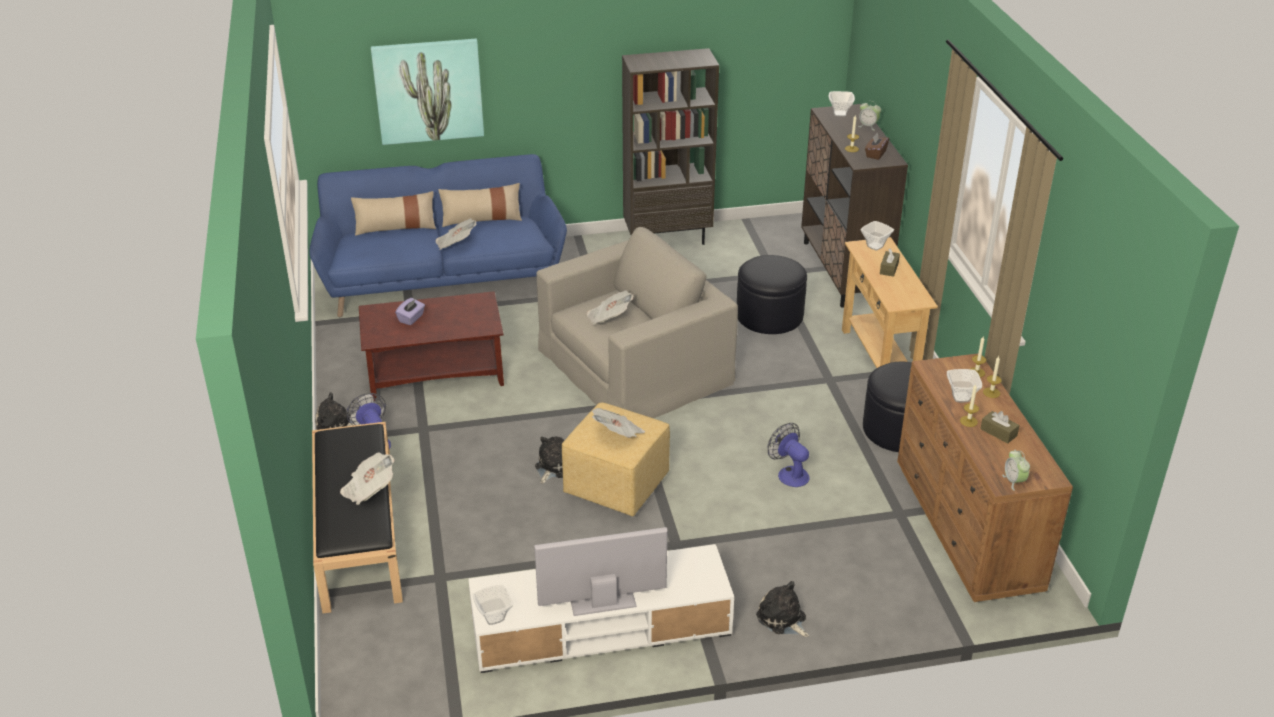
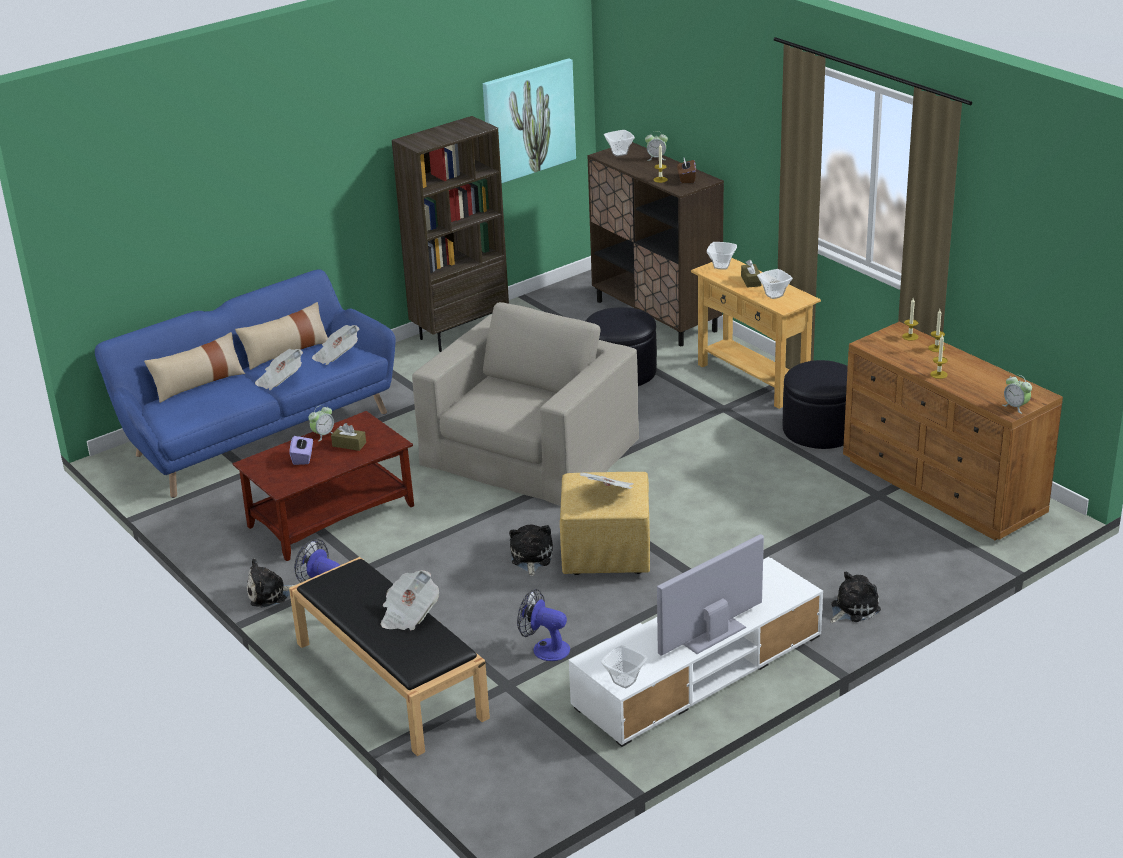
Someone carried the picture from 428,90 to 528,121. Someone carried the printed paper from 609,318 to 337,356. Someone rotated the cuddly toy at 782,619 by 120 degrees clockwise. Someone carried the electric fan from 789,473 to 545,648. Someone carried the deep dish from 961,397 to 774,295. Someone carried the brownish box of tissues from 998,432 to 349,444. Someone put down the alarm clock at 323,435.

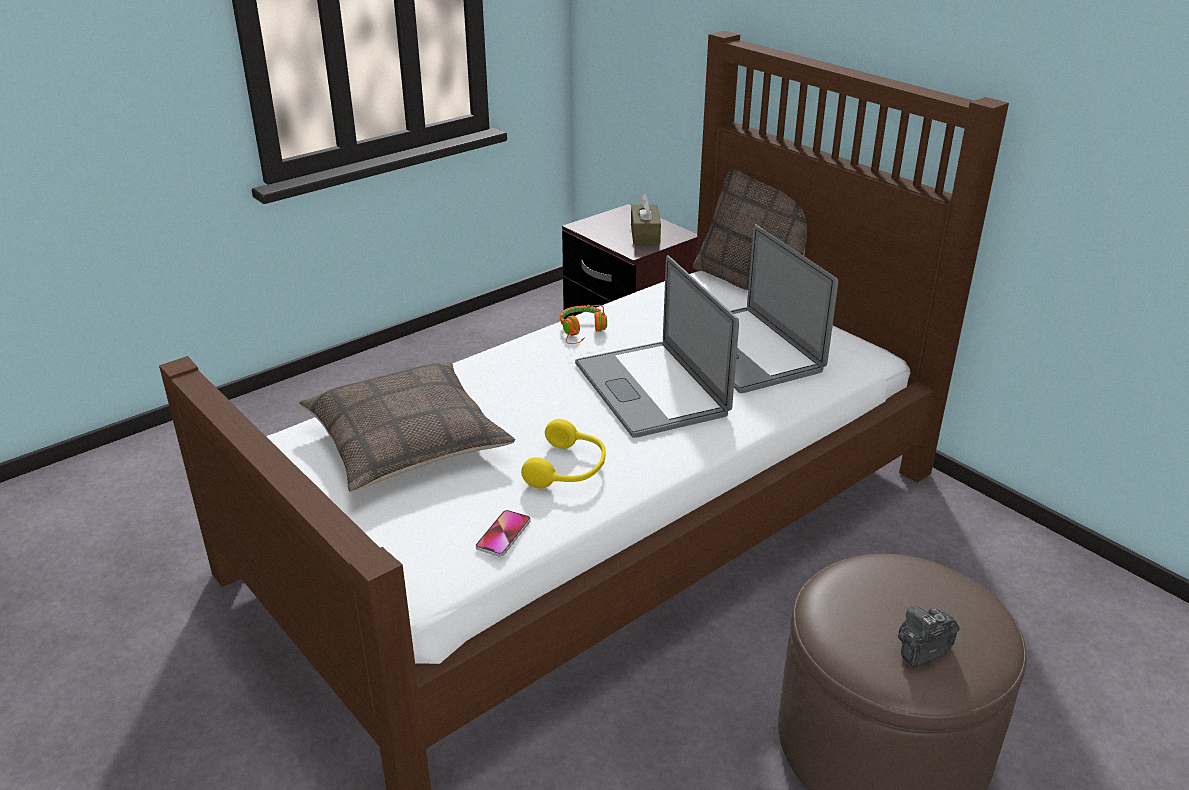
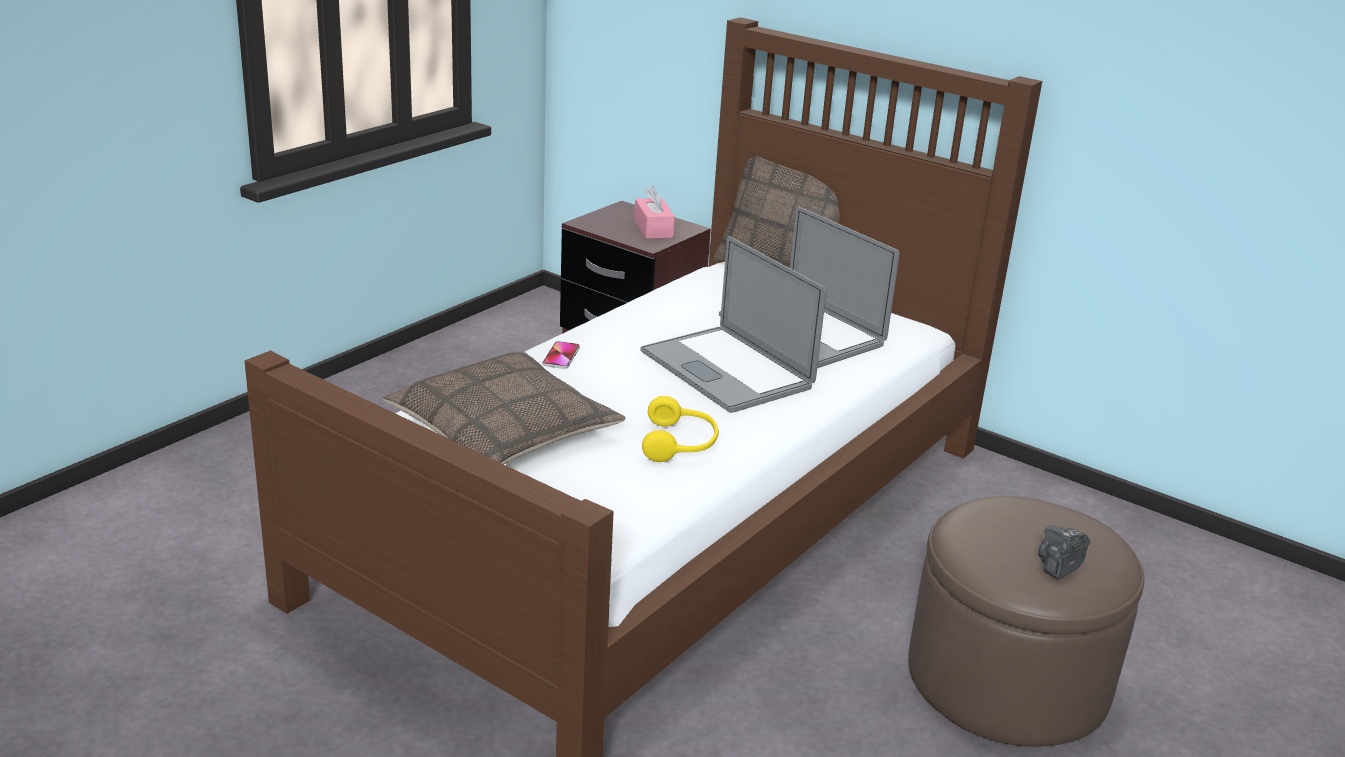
Someone carried the phone from 503,534 to 561,356. Someone took away the orange headset at 582,332. Someone repainted the brownish box of tissues at 645,234, which became the pink-coloured box of tissues at 653,228.

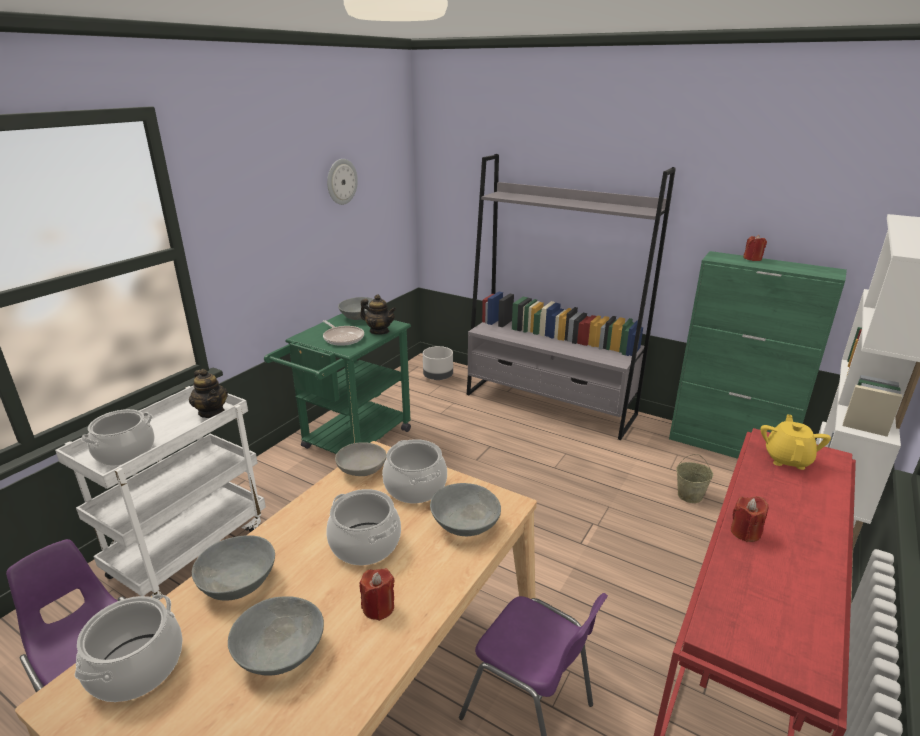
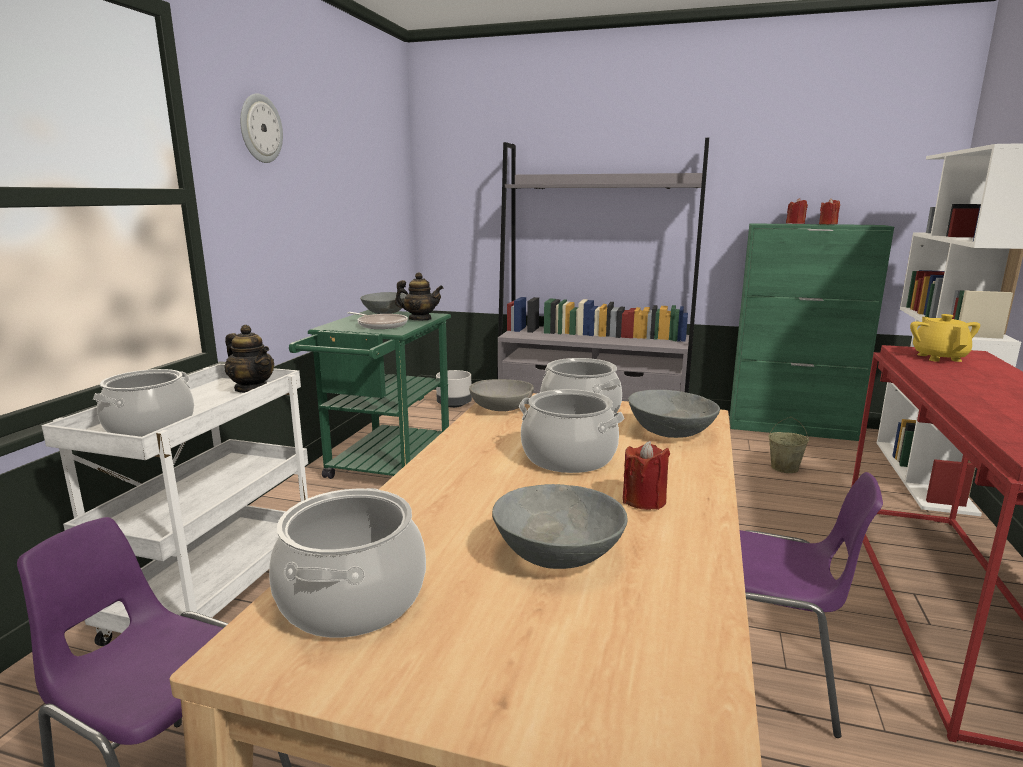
Someone took away the greyish deep dish at 239,583. Someone carried the hanging clock from 341,181 to 260,128. Someone carried the red wax light from 745,532 to 828,224.

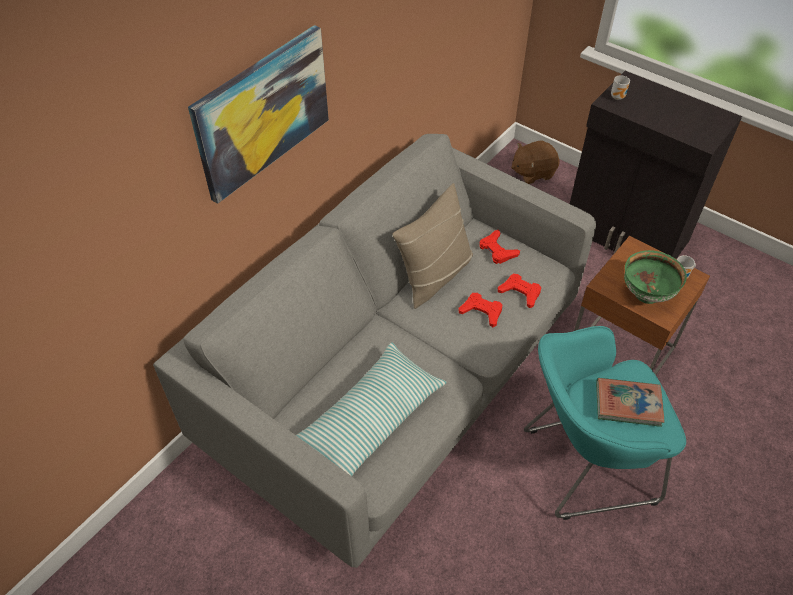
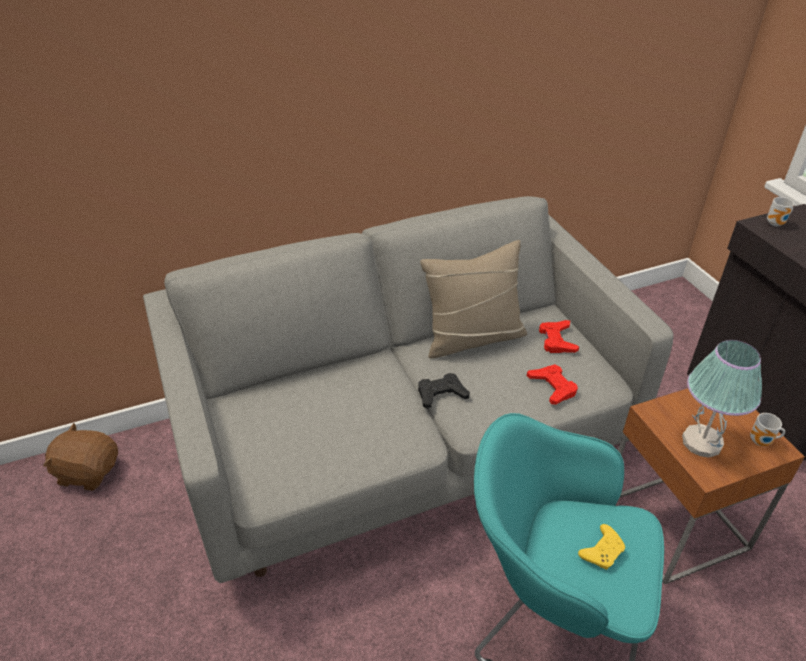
Someone took away the picture at 262,112. Someone took away the throw pillow at 368,421. Someone took away the red joypad at 481,312. Someone carried the brownish cuddly toy from 533,172 to 88,471. Someone swapped the volume at 628,404 for the yellow joypad at 602,551. Someone swapped the green deep dish at 646,294 for the lamp for a table at 701,442. Someone put down the blackish joypad at 441,394.

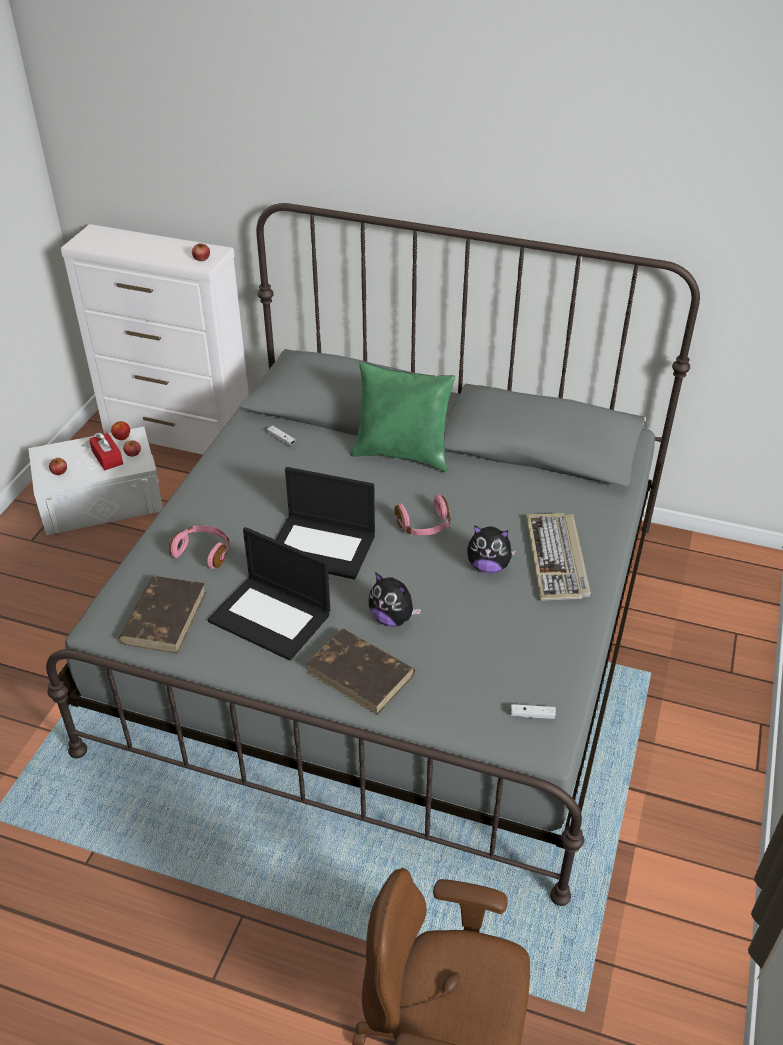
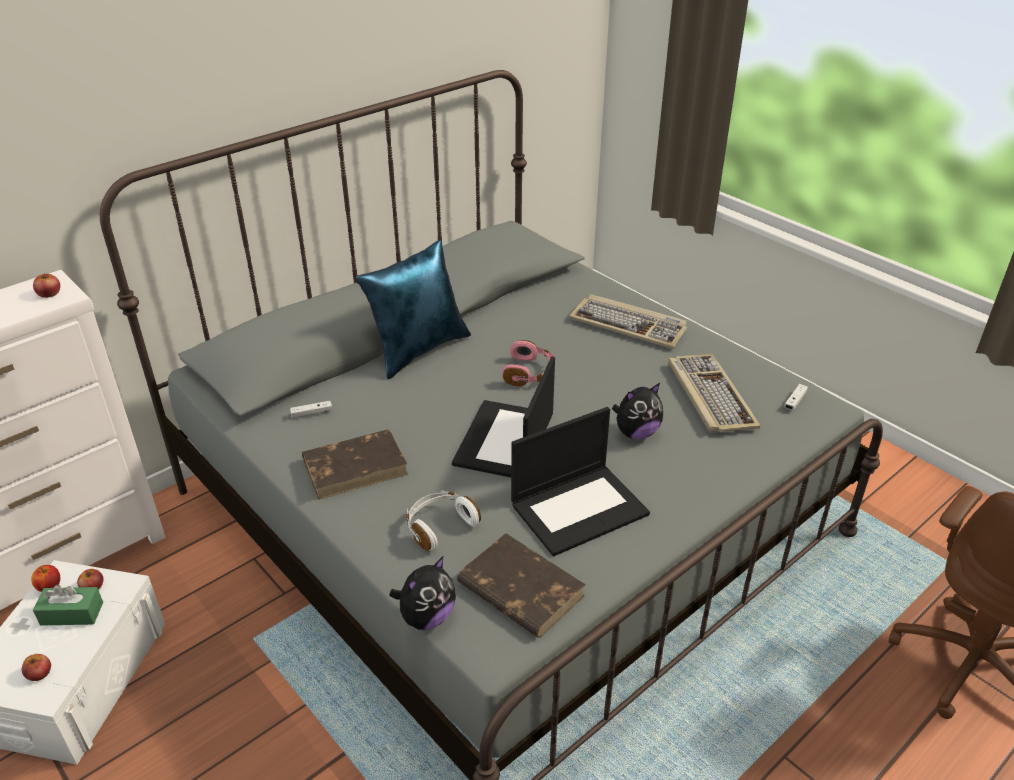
Someone repainted the red box of tissues at 107,457, which became the green box of tissues at 72,613. Someone repainted the pink-coloured headset at 203,552, which became the white headset at 440,526. Someone rotated the notebook computer at 323,546 by 150 degrees clockwise. Someone carried the brownish volume from 361,674 to 356,466. Someone repainted the green throw pillow at 403,454, which became the blue throw pillow at 418,350. Someone carried the cuddly toy from 488,566 to 426,617. Someone put down the PC keyboard at 709,395.

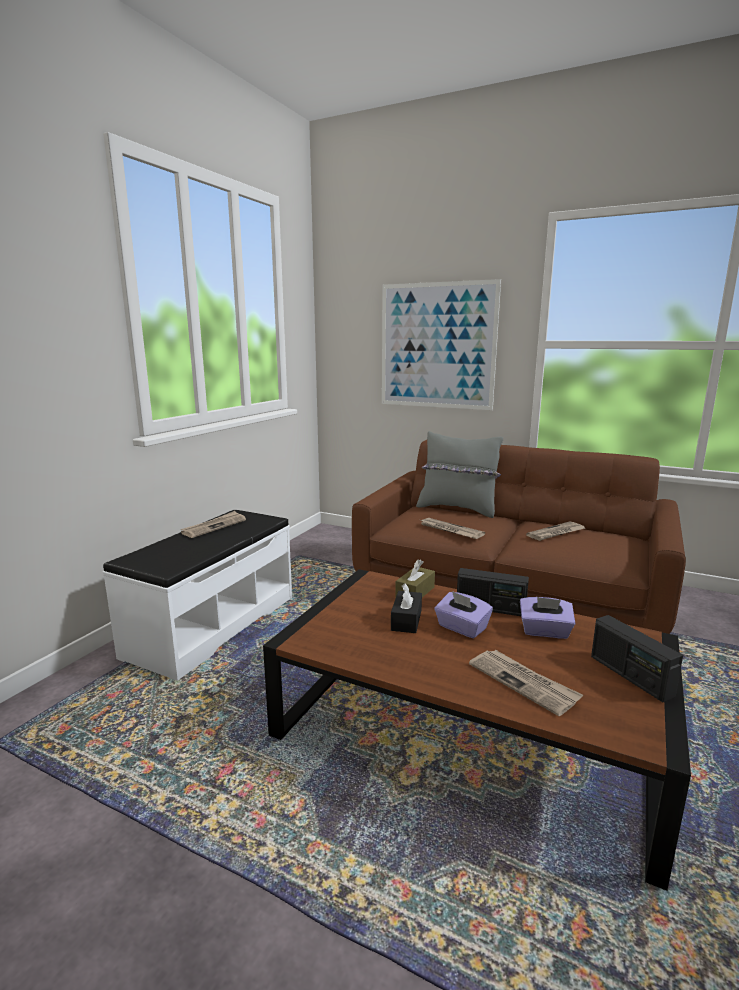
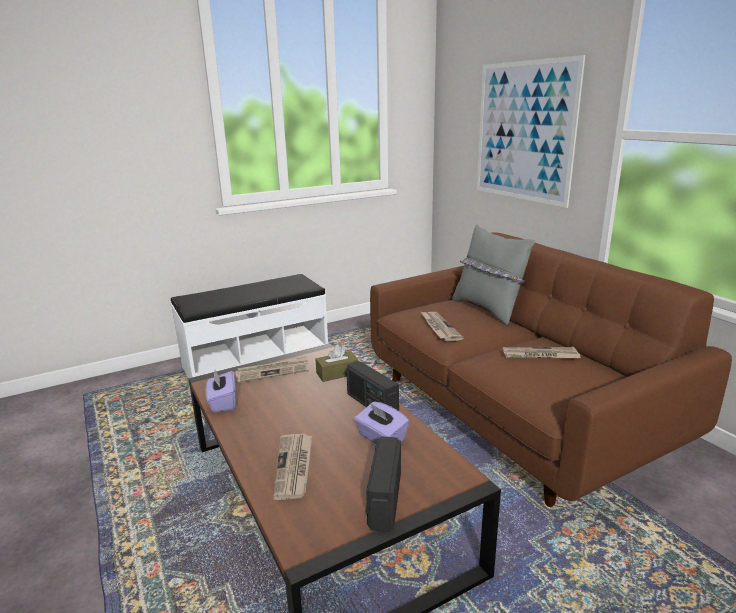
Someone carried the printed paper from 214,526 to 273,371. Someone took away the blackish box of tissues at 406,620. Someone carried the purple box of tissues from 461,628 to 223,402.

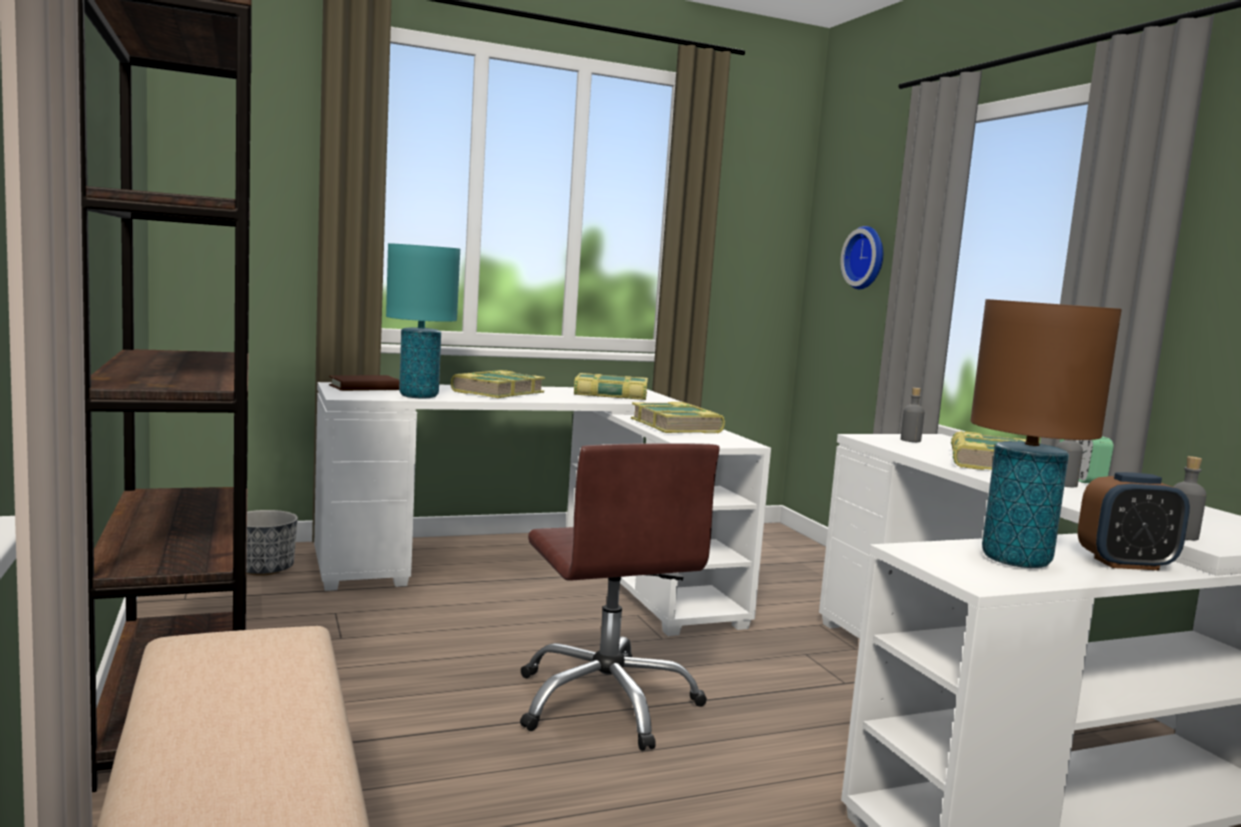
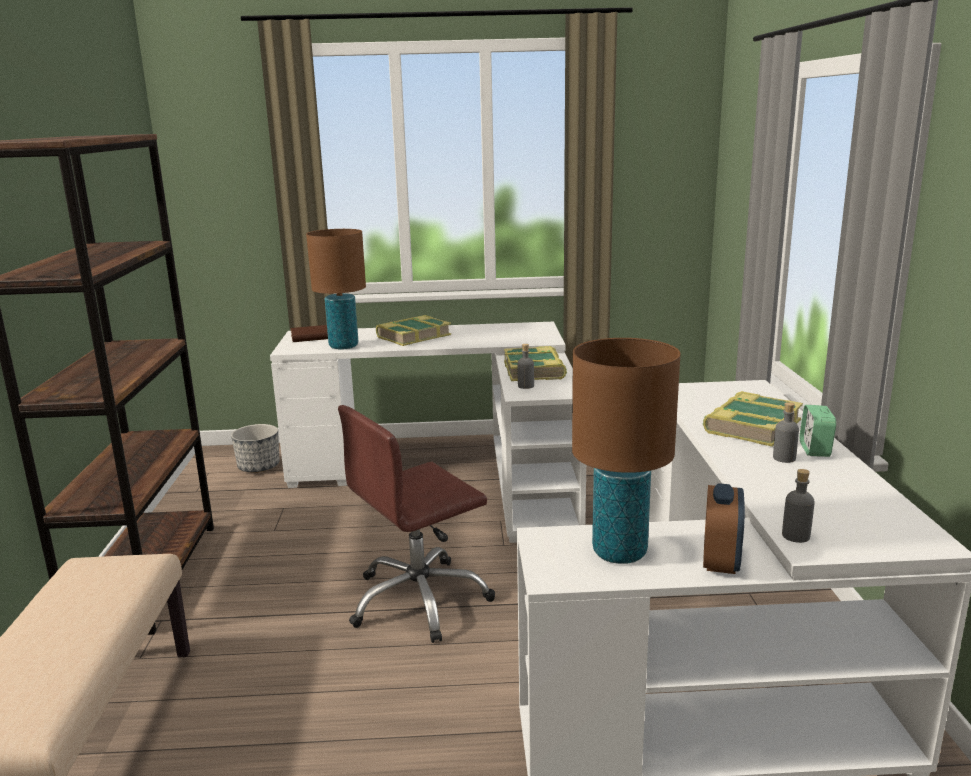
Someone repainted the turquoise lamp for a table at 419,396, which became the brownish lamp for a table at 344,346. Someone rotated the brownish computer chair at 607,702 by 60 degrees clockwise. Someone took away the volume at 611,394. Someone took away the hanging clock at 867,258. Someone carried the greyish bottle from 910,440 to 525,386. Someone rotated the alarm clock at 1126,564 by 90 degrees counterclockwise.

